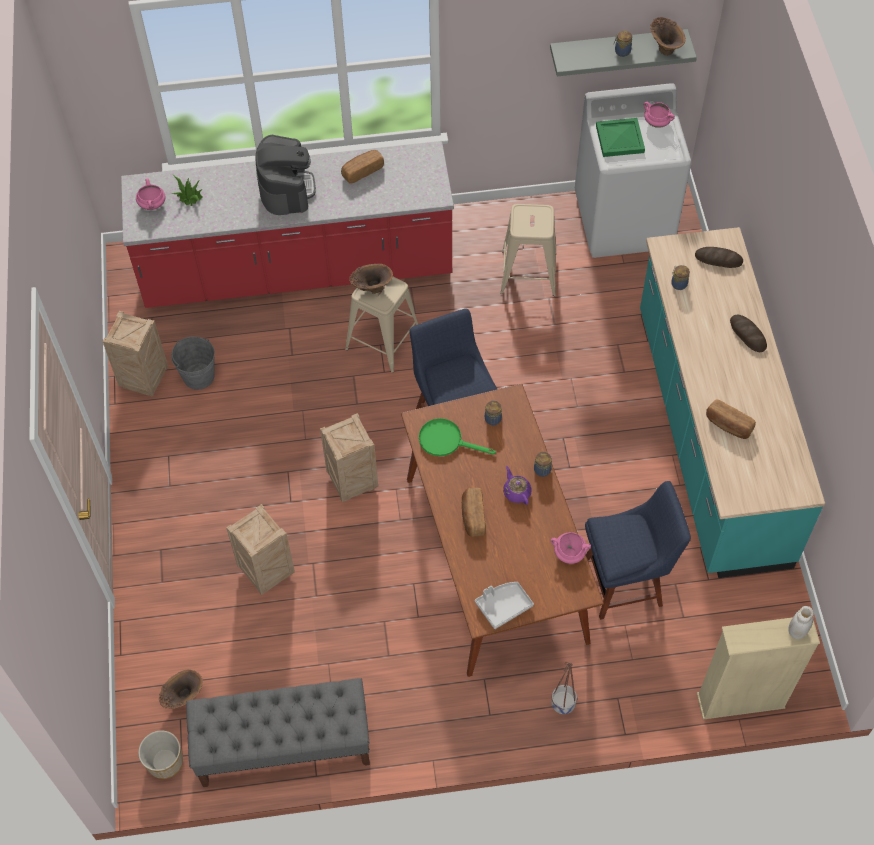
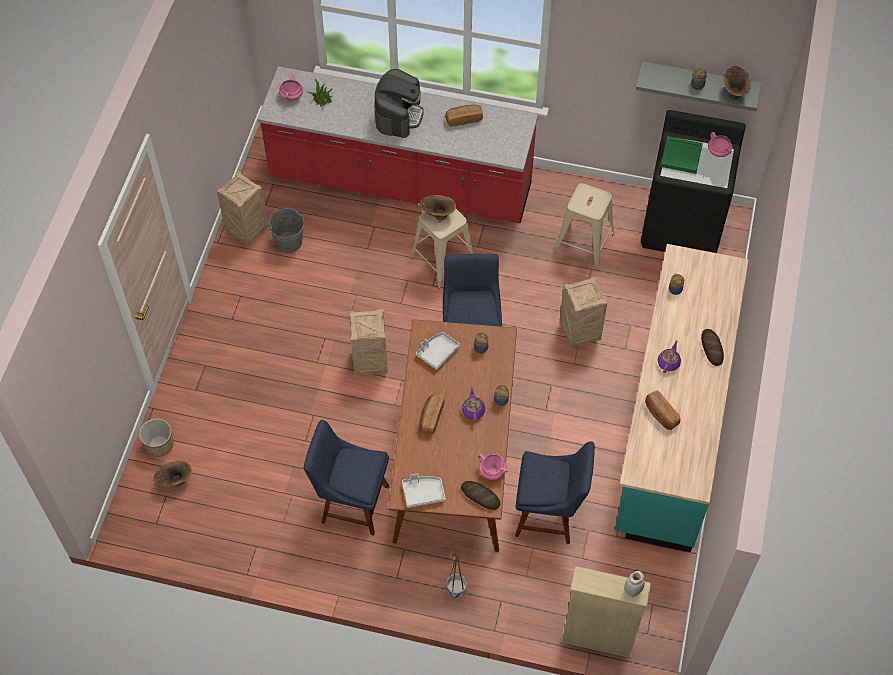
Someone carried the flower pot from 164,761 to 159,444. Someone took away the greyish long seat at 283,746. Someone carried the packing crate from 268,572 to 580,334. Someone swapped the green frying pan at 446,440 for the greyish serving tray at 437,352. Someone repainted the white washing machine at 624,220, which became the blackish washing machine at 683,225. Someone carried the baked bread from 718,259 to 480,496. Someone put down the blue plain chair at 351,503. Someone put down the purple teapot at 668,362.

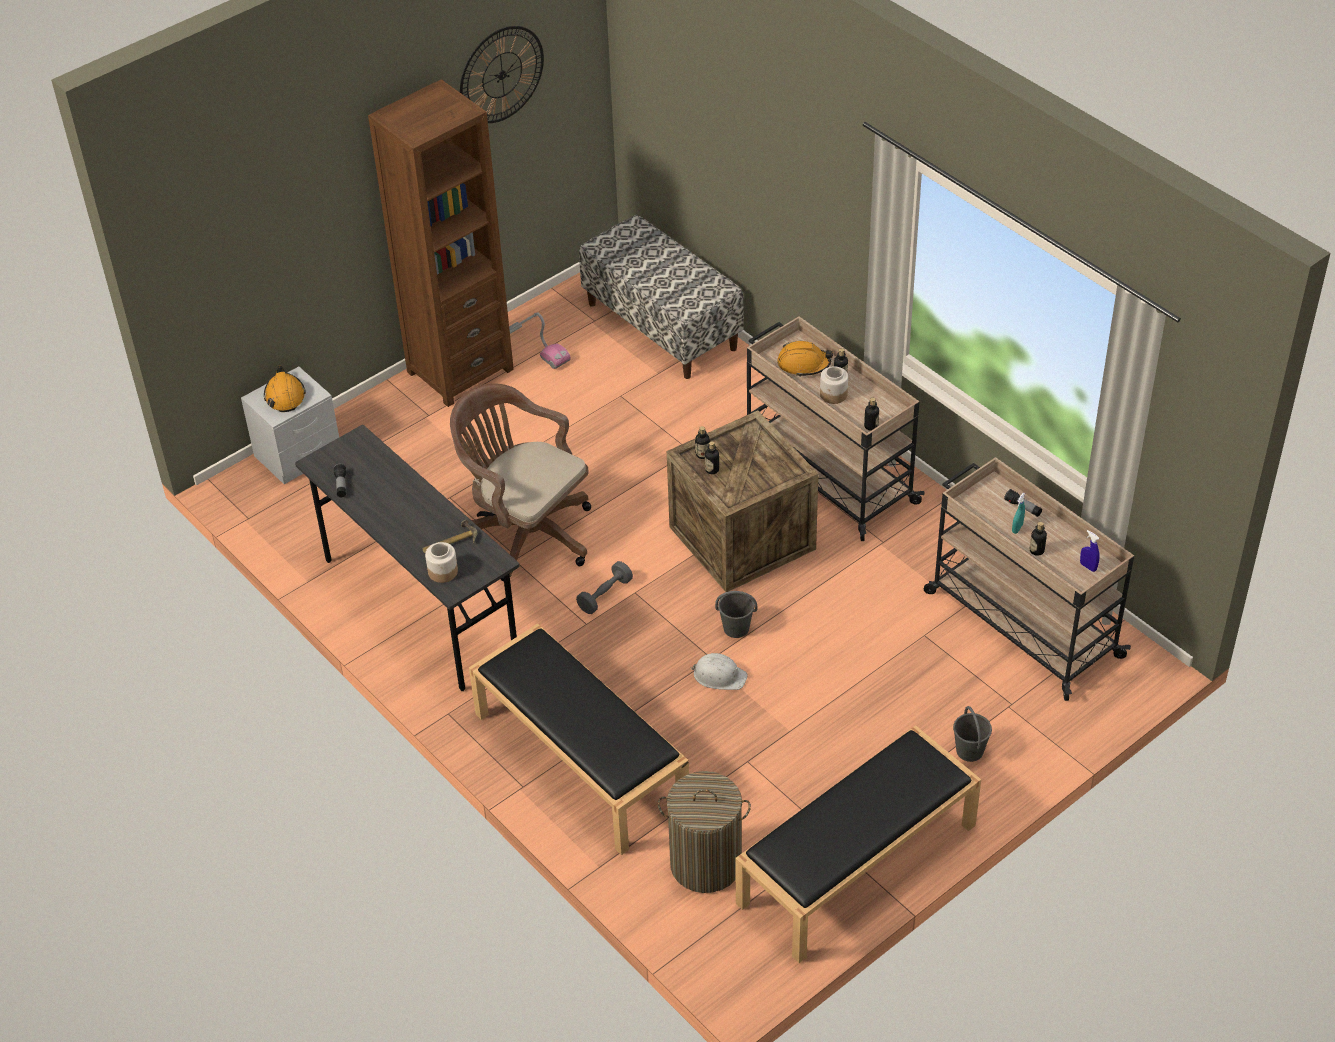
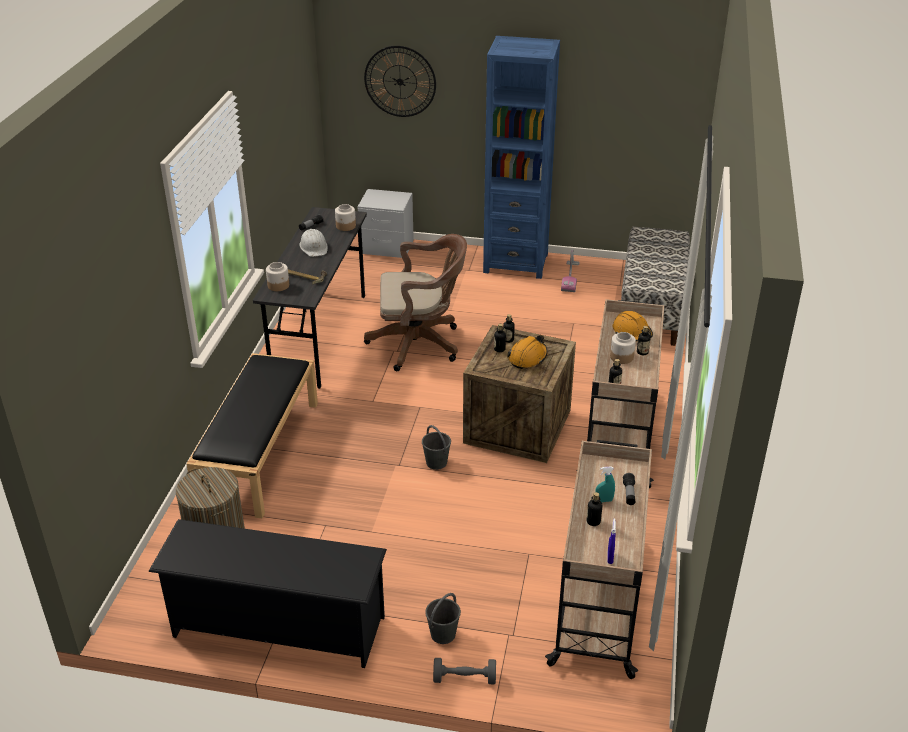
Someone carried the orange safety helmet from 284,396 to 527,357. Someone repainted the brownish shelving unit at 460,370, which became the blue shelving unit at 515,263. Someone rotated the brownish computer chair at 525,532 by 90 degrees clockwise. Someone carried the hanging clock from 501,74 to 400,81. Someone carried the greyish dumbbell from 605,595 to 464,678. Someone carried the white safety helmet from 719,675 to 314,247. Someone swapped the blackish long seat at 856,865 for the blackish shoe shelf at 278,627. Someone put down the preserve jar at 346,226.

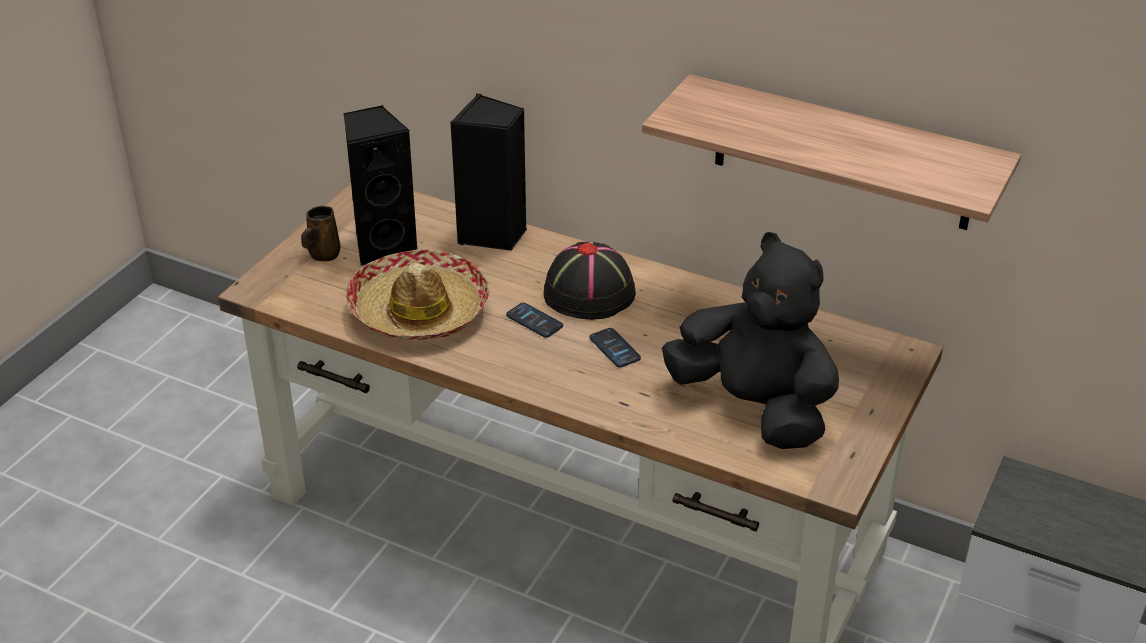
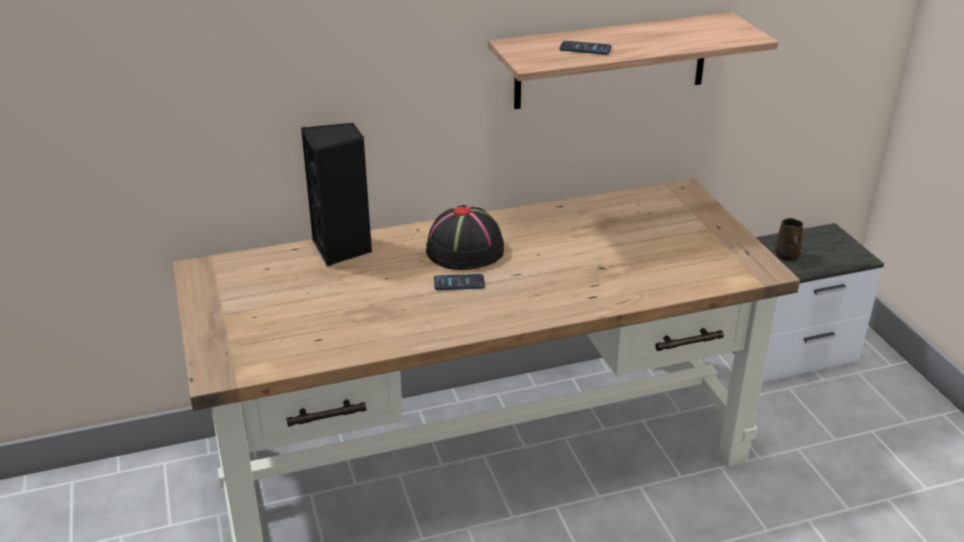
Someone carried the brownish tea mug from 323,255 to 787,256. Someone took away the blackish loudspeaker at 383,245. Someone took away the clothing hat at 419,310. Someone carried the phone from 614,348 to 585,49. Someone took away the blackish cuddly toy at 754,407.

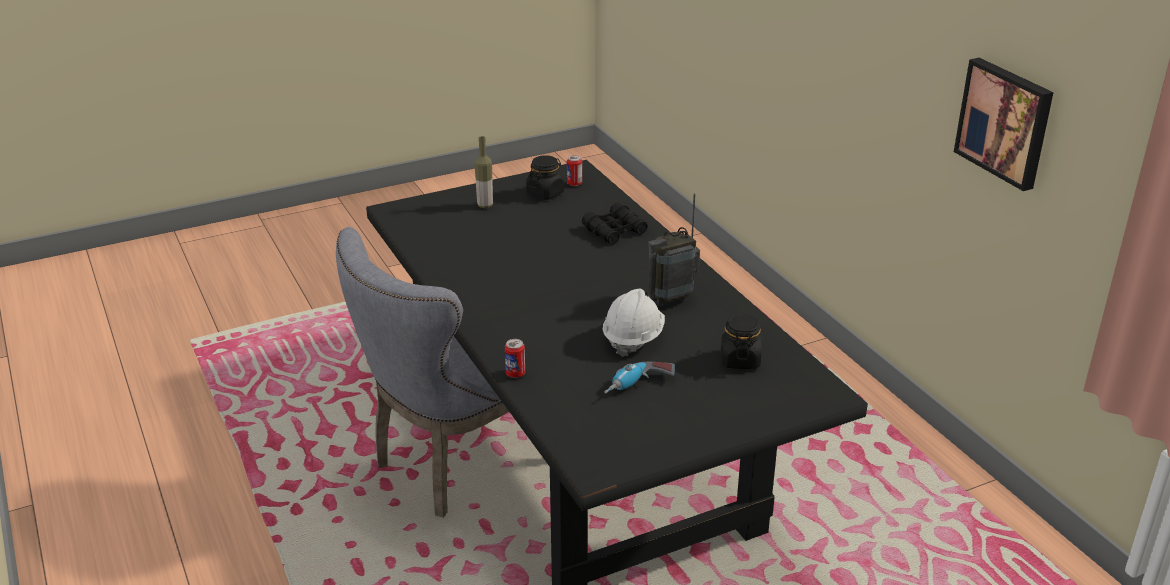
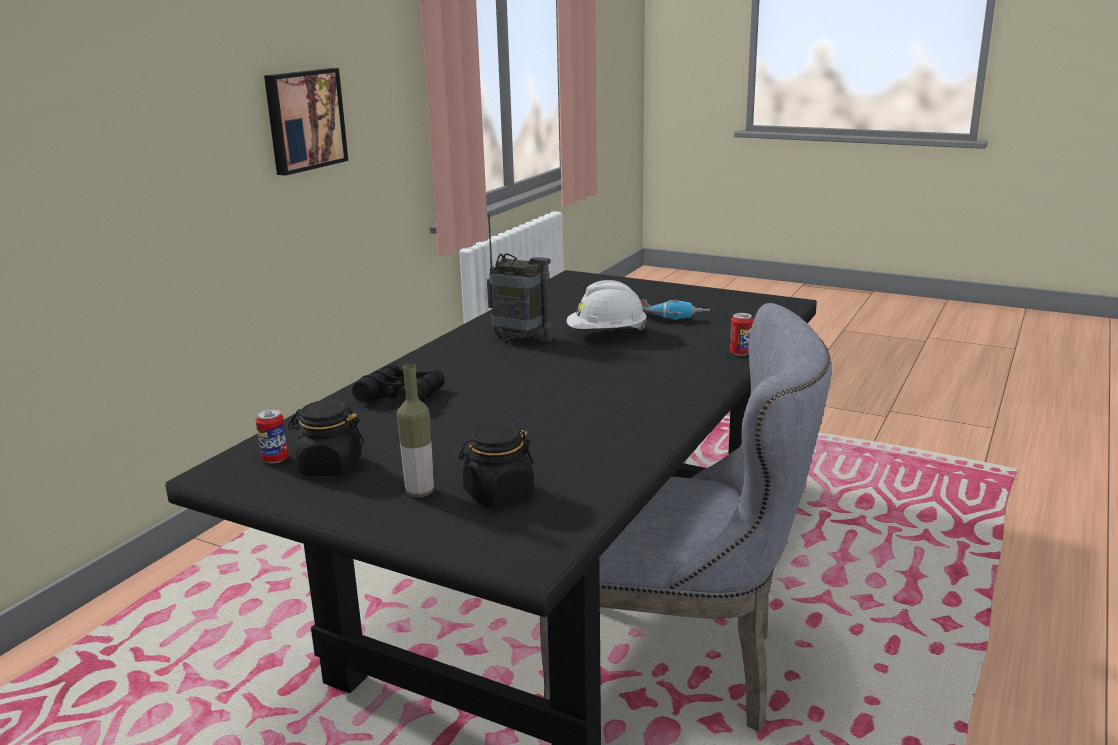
Someone carried the blackish preserve jar from 740,360 to 498,494.

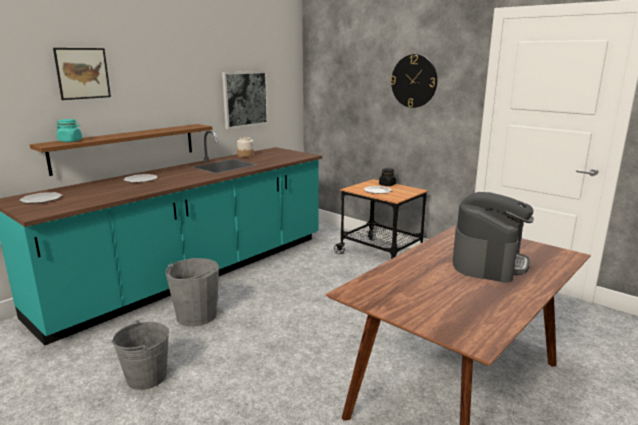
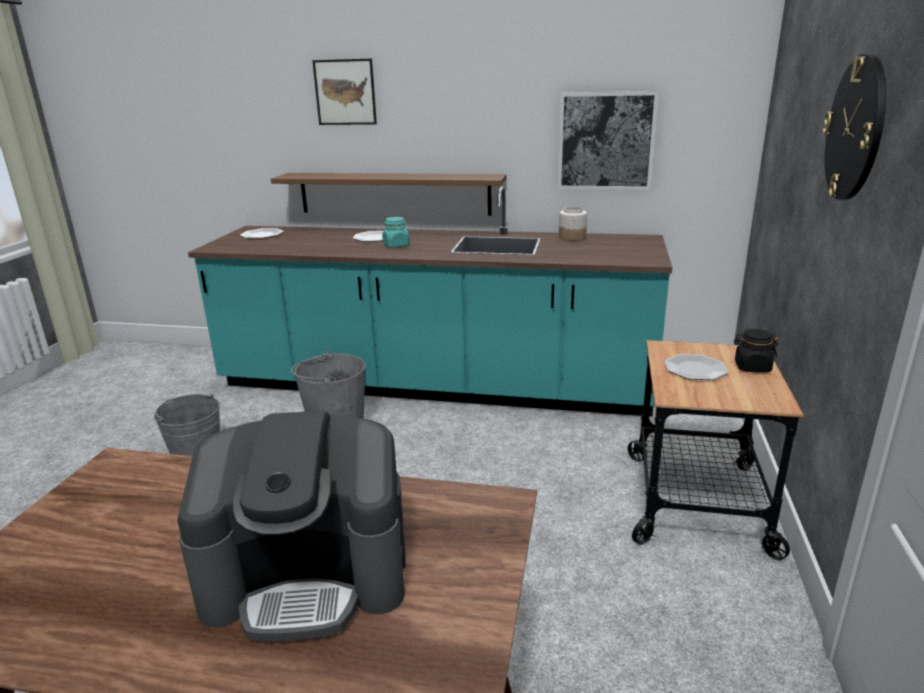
Someone carried the turquoise preserve jar from 70,141 to 396,245.

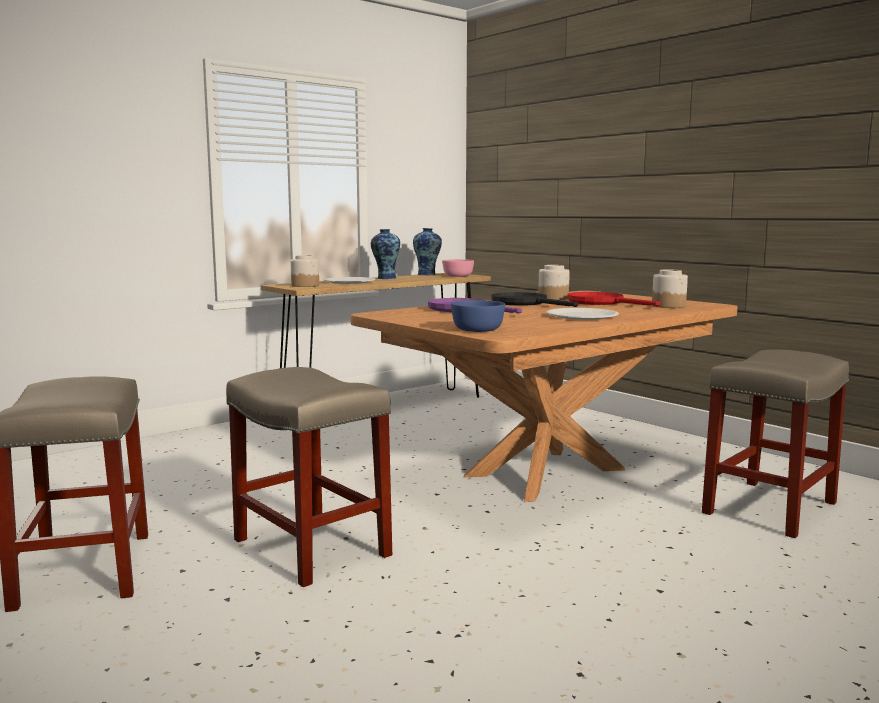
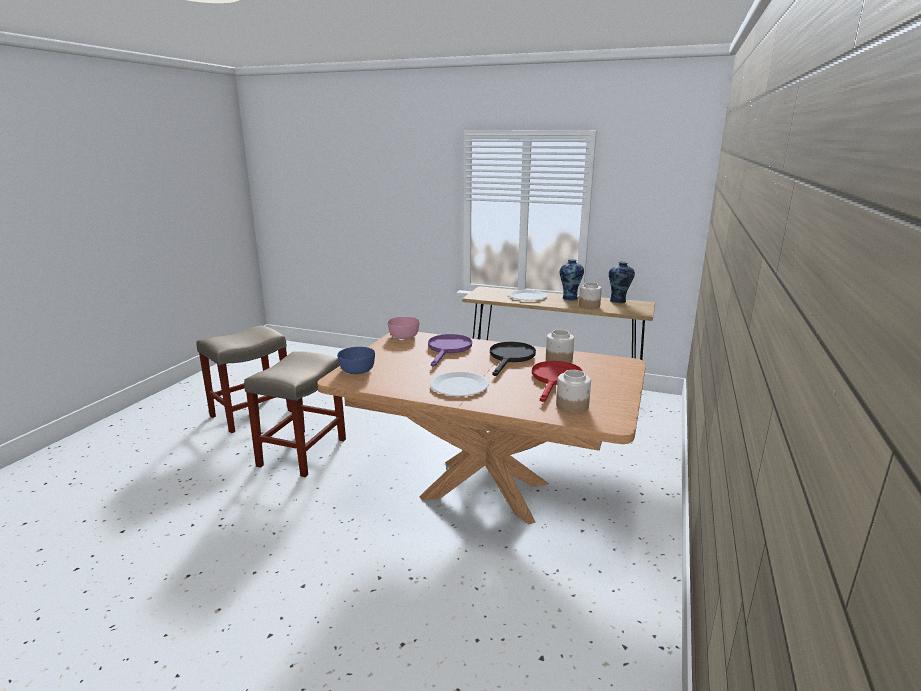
Someone carried the preserve jar from 305,285 to 589,306. Someone carried the pink-coloured deep dish from 457,276 to 403,336. Someone took away the sand-coloured stool at 769,508.

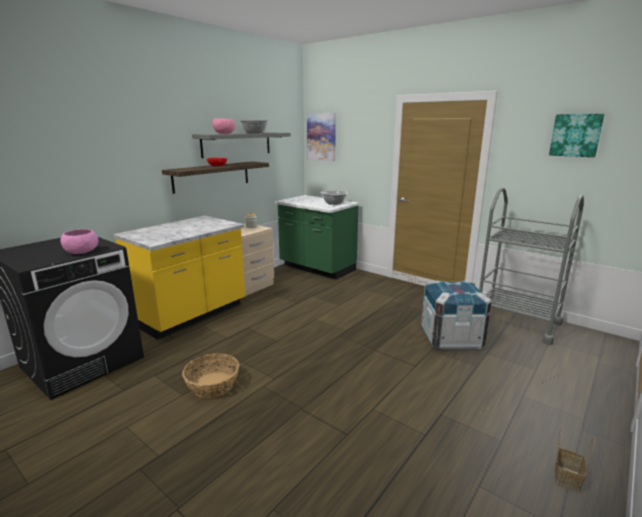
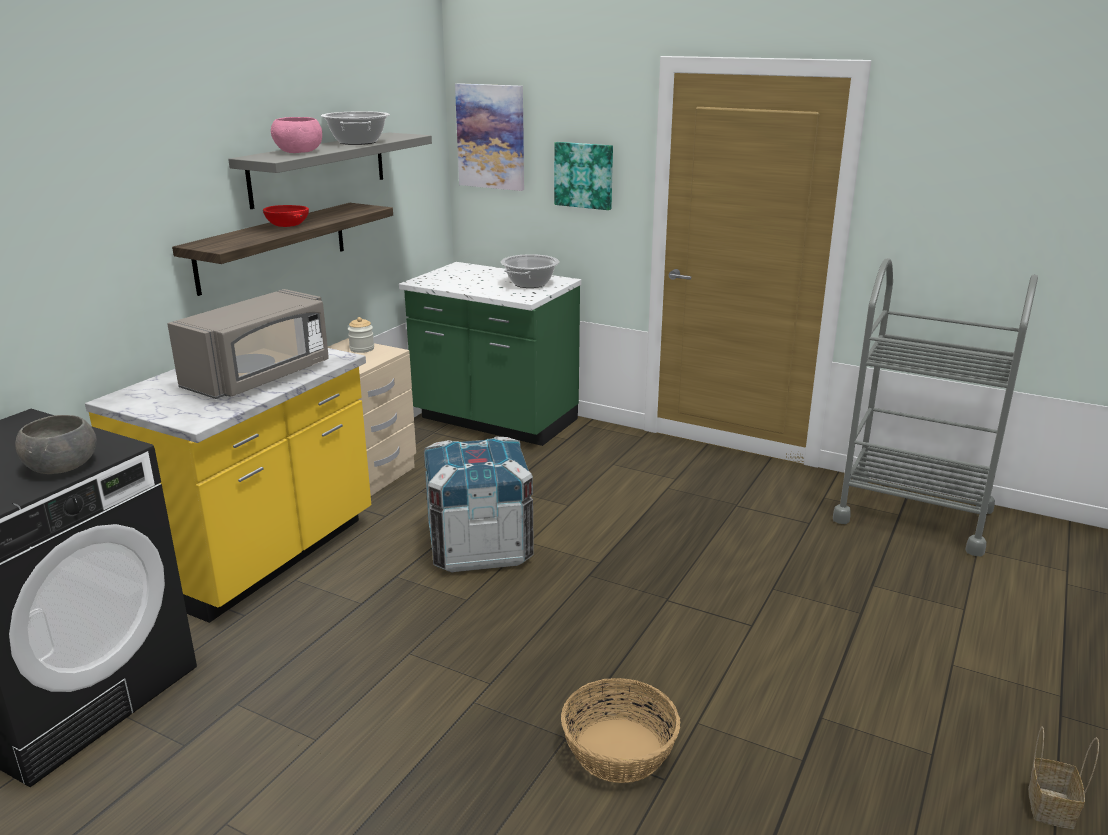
Someone repainted the pink-coloured deep dish at 81,252, which became the greyish deep dish at 62,467. Someone carried the basket from 212,385 to 618,750. Someone carried the packing crate from 451,338 to 479,547. Someone carried the picture from 575,135 to 584,175. Someone put down the greyish microwave oven at 260,377.

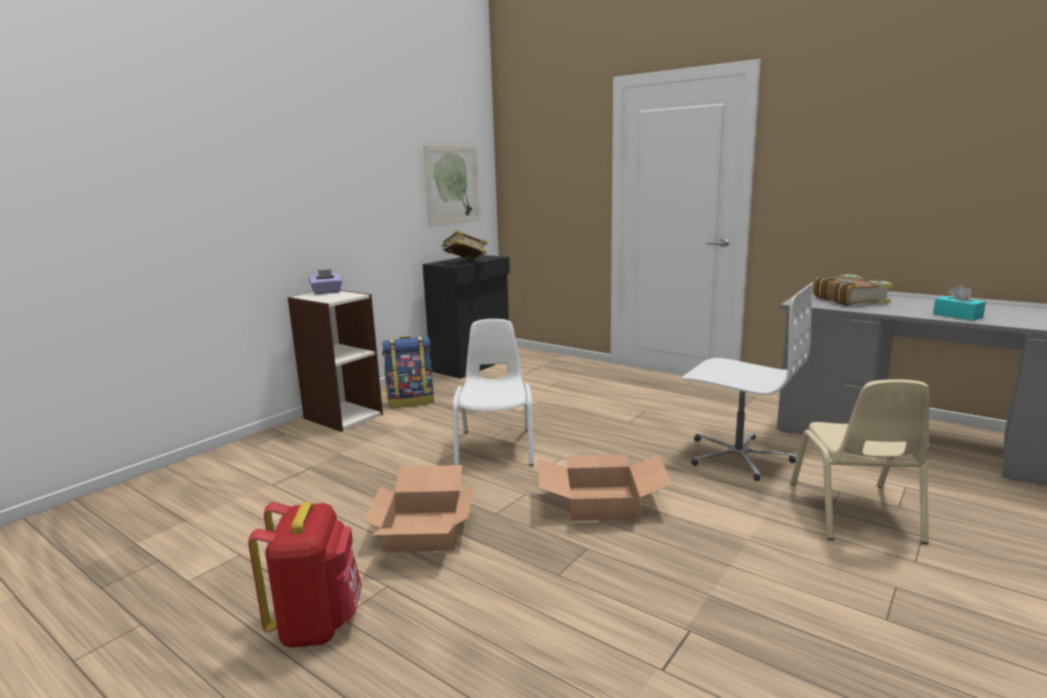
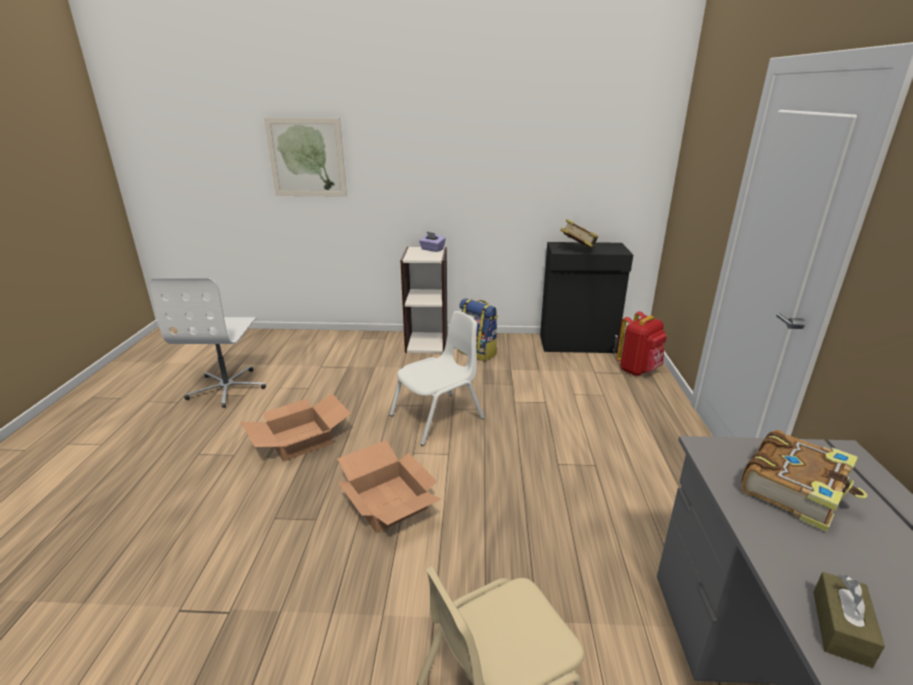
Someone carried the red rucksack from 317,624 to 638,370. Someone carried the picture from 453,185 to 306,158. Someone carried the white computer chair from 737,456 to 228,388. Someone repainted the turquoise box of tissues at 957,315, which became the brownish box of tissues at 840,627.

